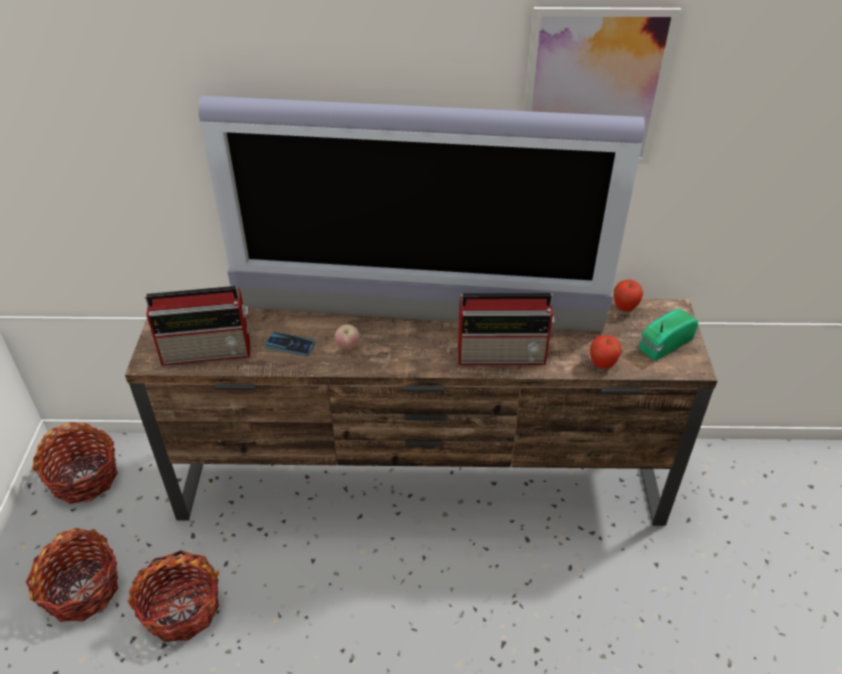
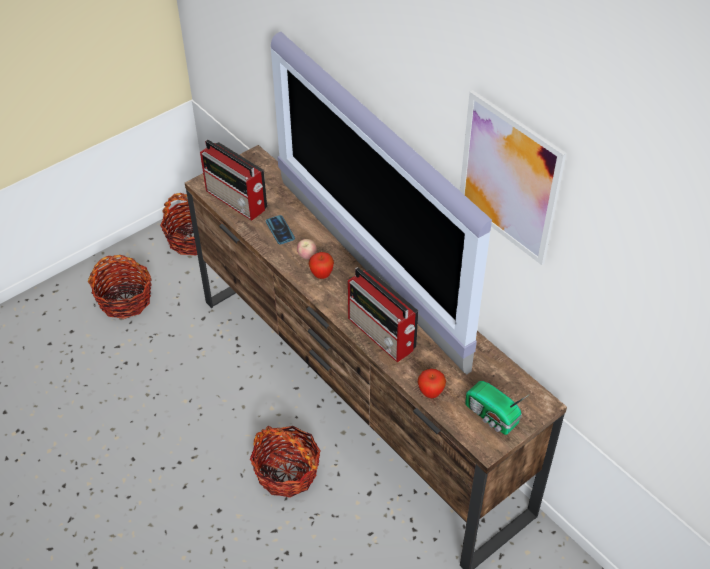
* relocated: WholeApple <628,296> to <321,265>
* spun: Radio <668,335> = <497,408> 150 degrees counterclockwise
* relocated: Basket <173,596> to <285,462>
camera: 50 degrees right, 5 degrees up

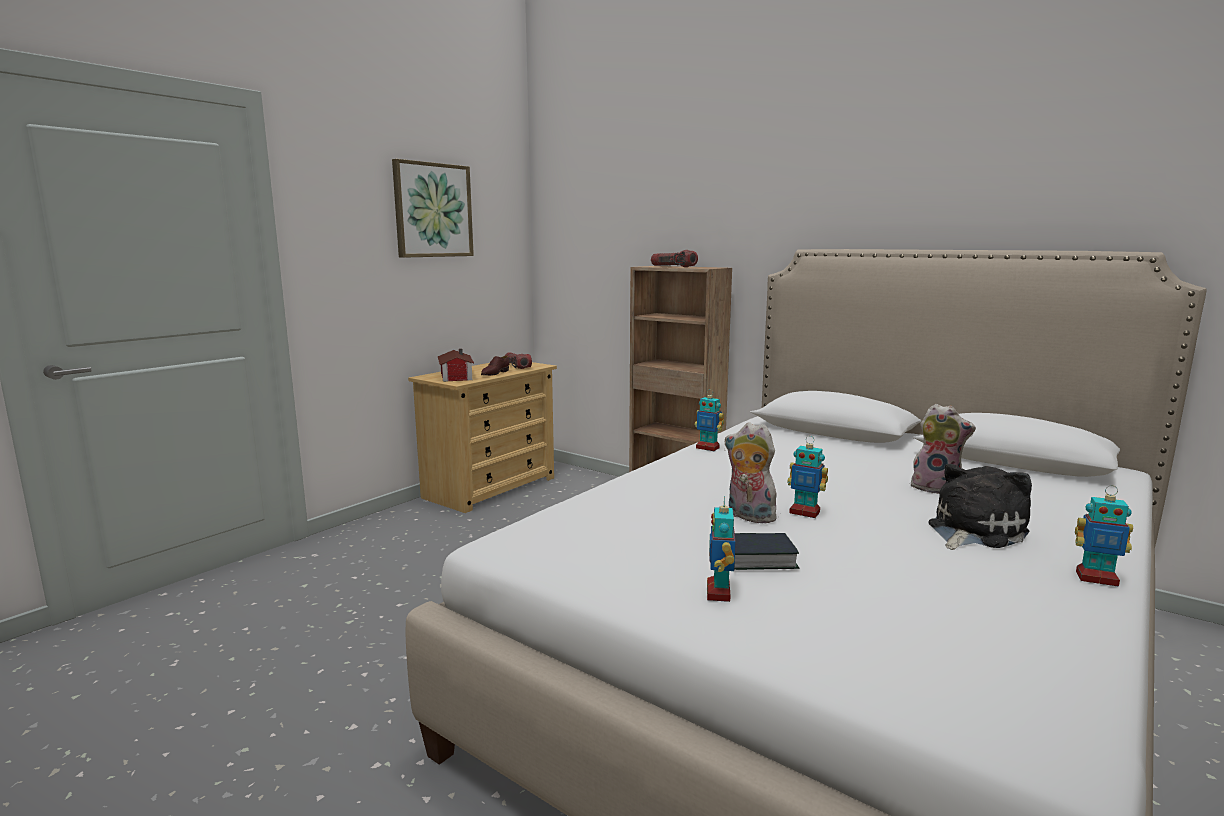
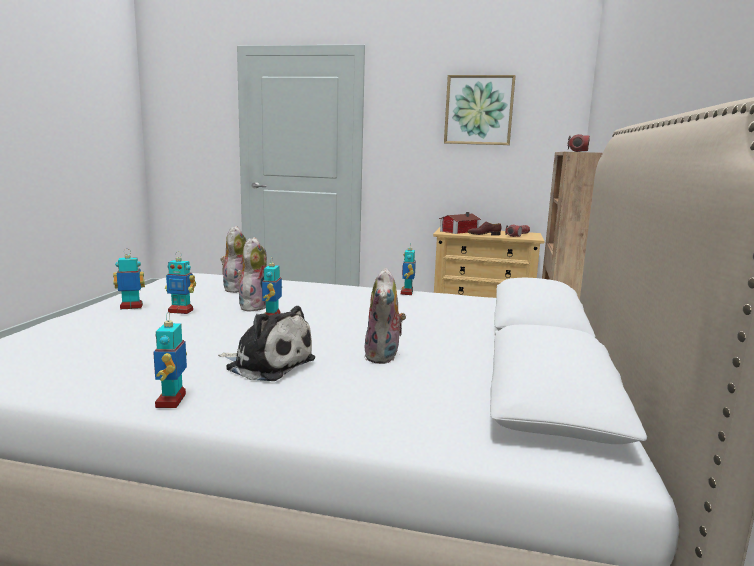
* exchanged: Book <766,551> to ModelRobot <180,282>
* appeared: PlushToy <233,259>
camera: 65 degrees right, 0 degrees up

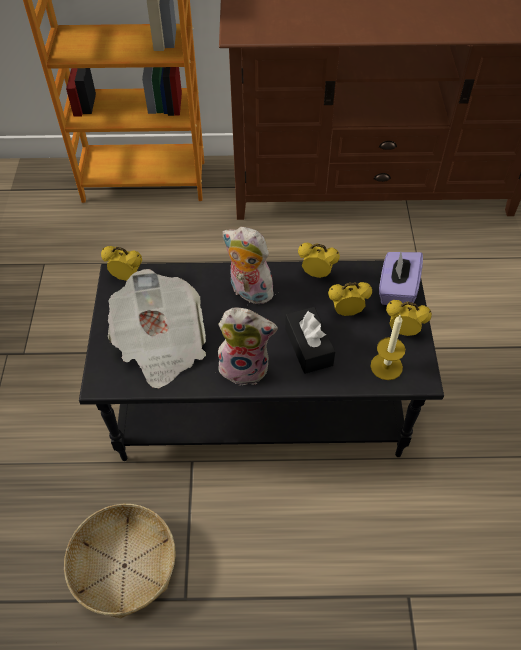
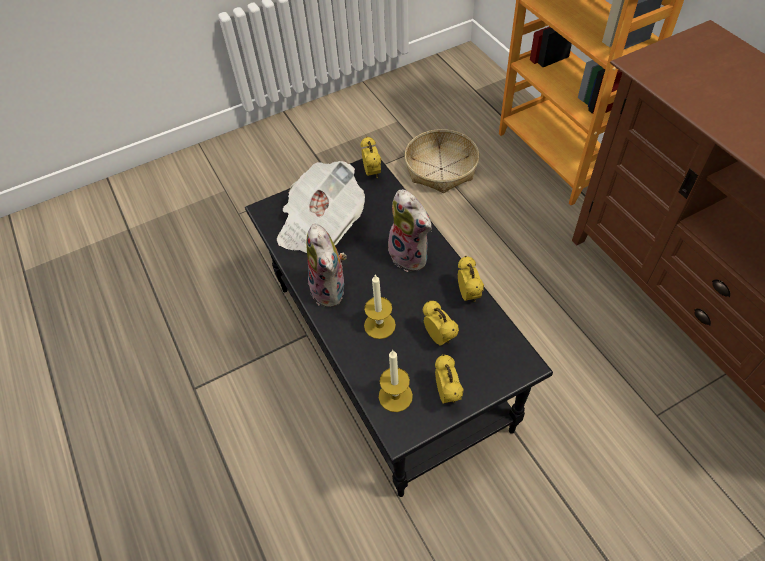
* spun: PlushToy <248,265> = <410,230> 135 degrees clockwise
* missing: PurpleTissueBox <401,278>
* exchanged: BlackTissueBox <310,340> to Candle <380,307>
* relocated: Basket <120,561> to <441,161>
camera: 65 degrees right, 0 degrees up

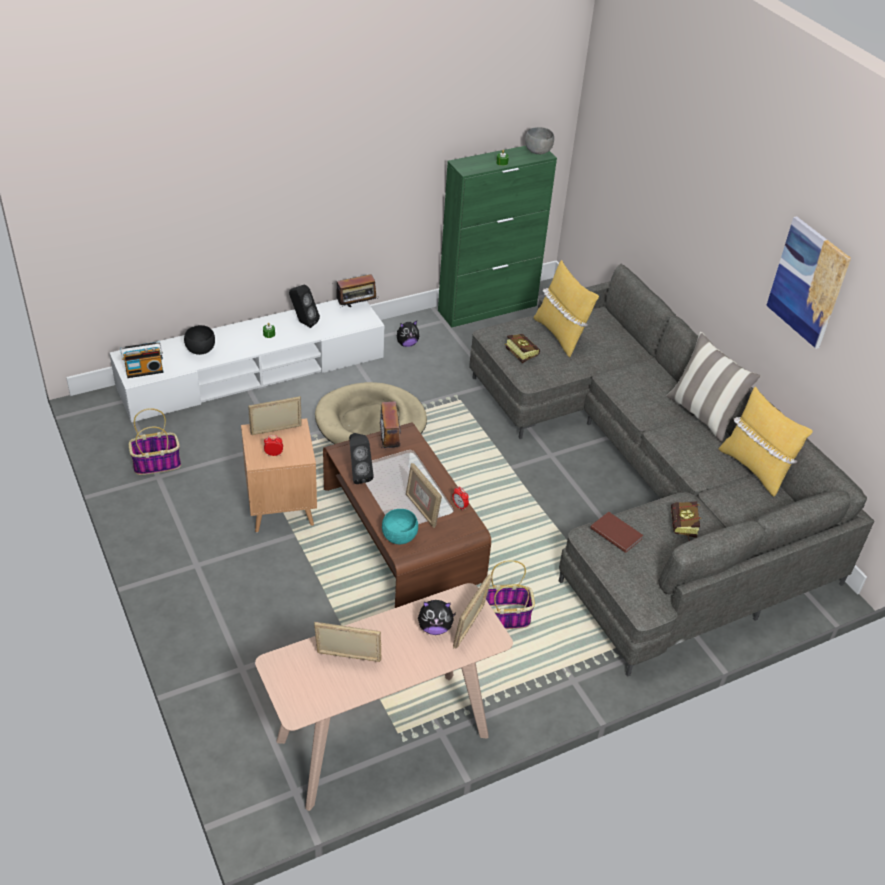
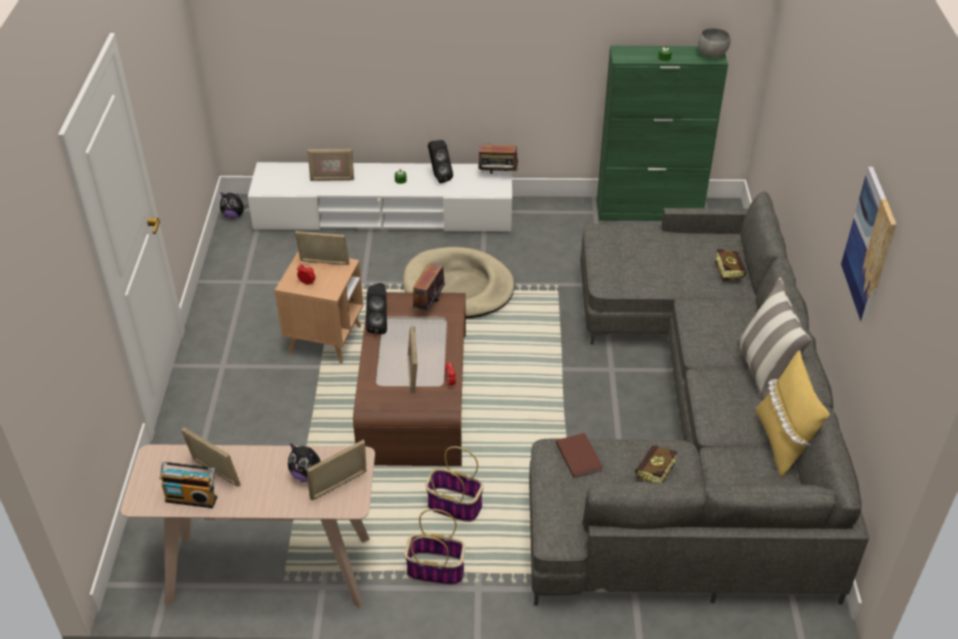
* missing: YellowishPillow <566,308>
* relocated: PlushToy <408,334> to <233,205>
* exchanged: BlackDeepDish <199,340> to StandingFrame <330,165>
* relocated: Book <522,348> to <730,265>
* relocated: Radio <142,360> to <188,485>
* relocated: Basket <155,441> to <434,547>
* missing: TurquoiseDeepDish <400,527>
camera: 30 degrees right, 0 degrees up

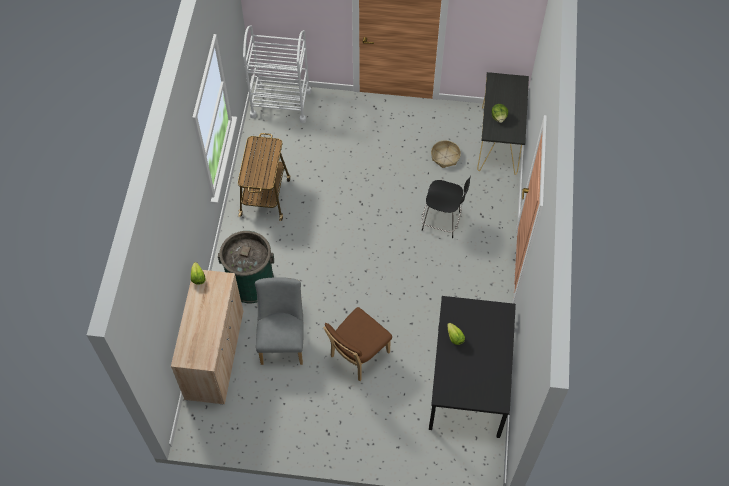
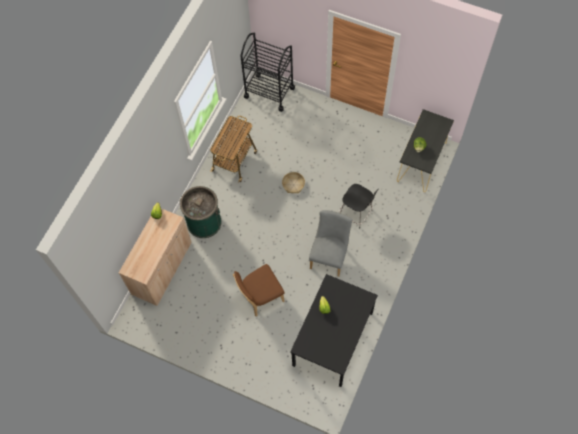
* colour: WhiteColouredCart <277,74> to BlackCart <267,72>
* relocated: Basket <446,154> to <293,182>
* relocated: GreyChair <279,321> to <330,243>
camera: 20 degrees right, 5 degrees up

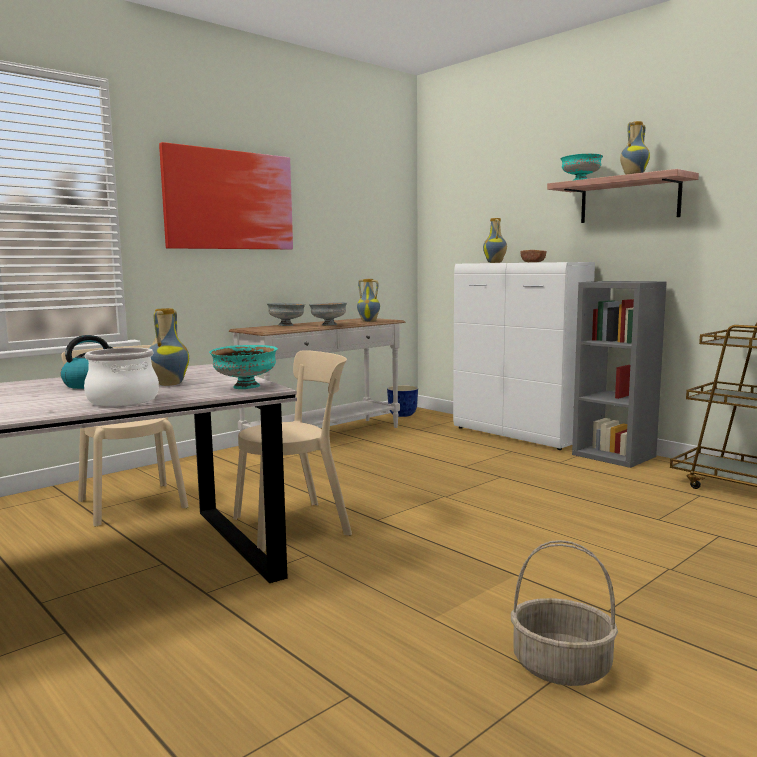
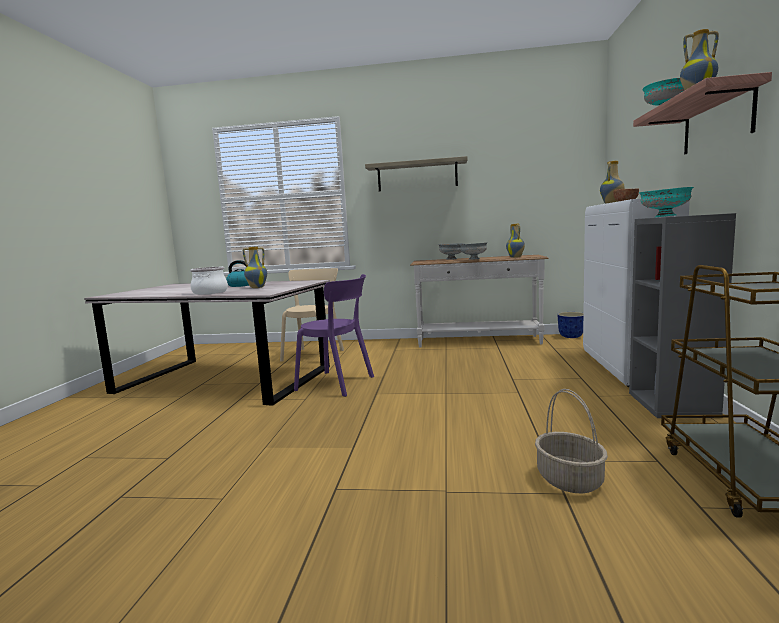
* exchanged: WallArt <226,195> to Shelf <416,173>
* relocated: TurquoiseDeepDish <243,367> to <666,202>
* colour: BeigeColouredChair <292,451> to PurpleChair <334,335>
* relocated: Basket <564,613> to <571,441>
camera: 50 degrees right, 0 degrees up

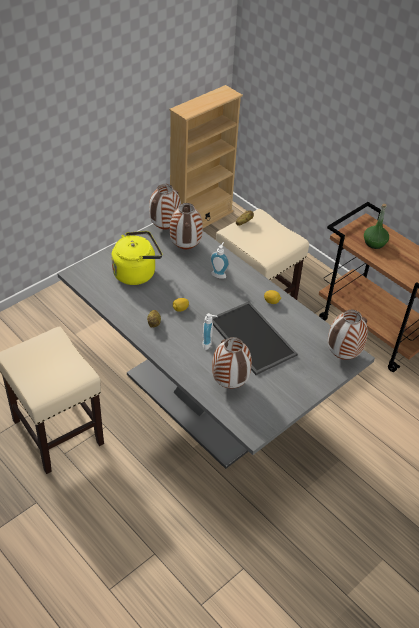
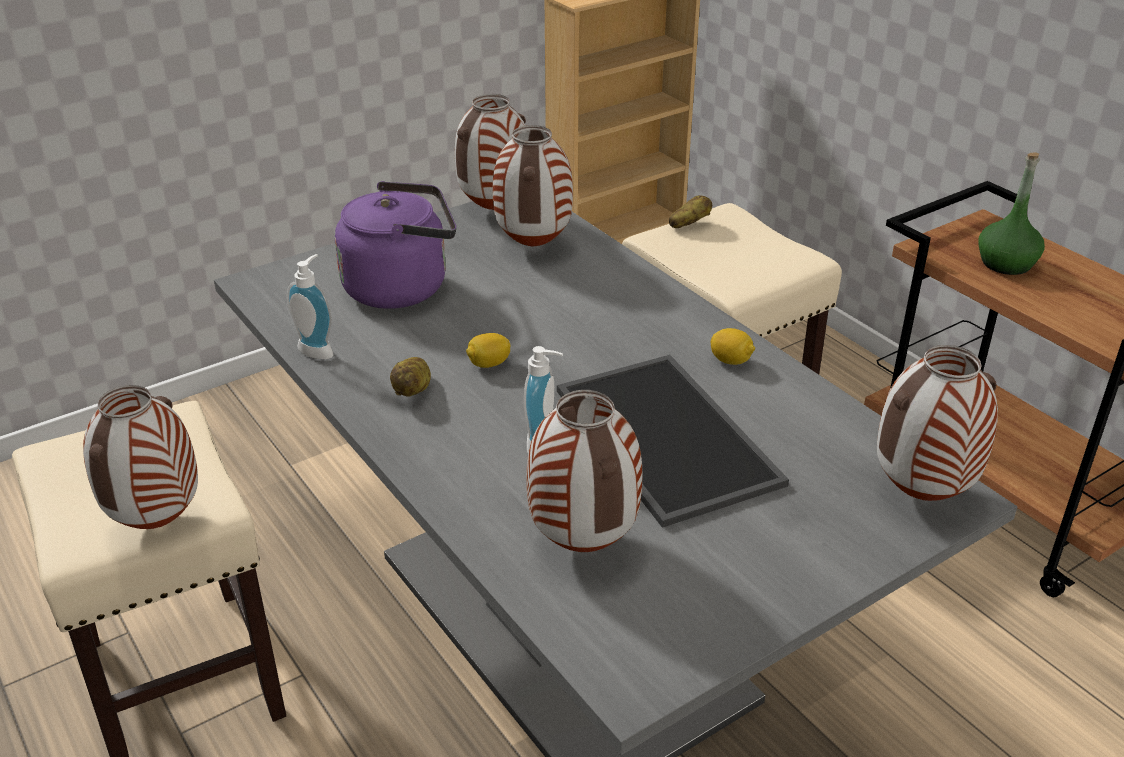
* colour: YellowishTeaKettle <136,258> to PurpleTeaKettle <395,245>
* relocated: SoapDispenser <219,260> to <310,306>
* appeared: Vase <140,457>
camera: 10 degrees right, 10 degrees down

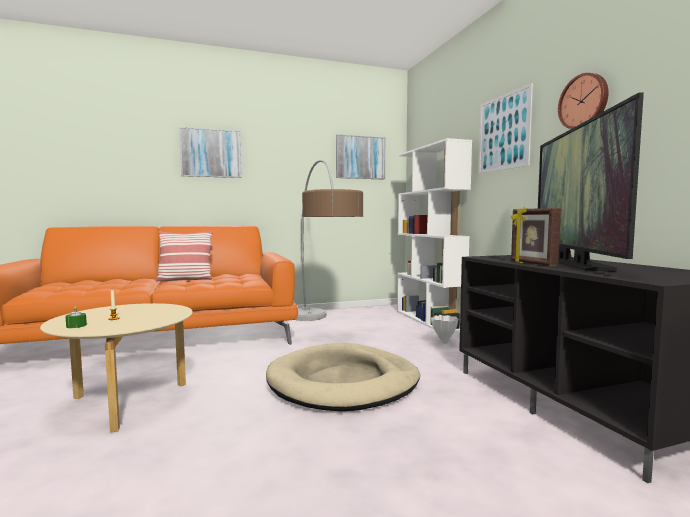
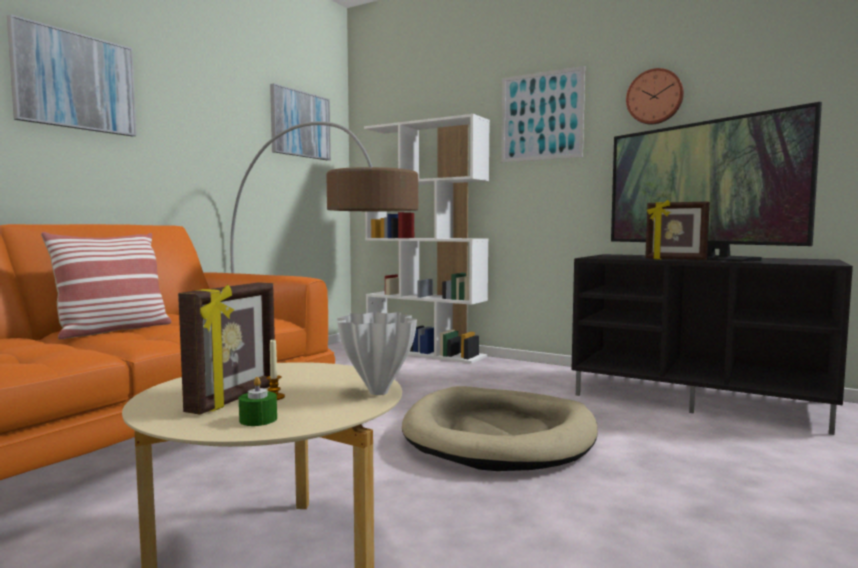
* relocated: WhiteColouredVase <444,329> to <377,353>
* appeared: StandingFrame <226,348>
camera: 40 degrees left, 0 degrees up

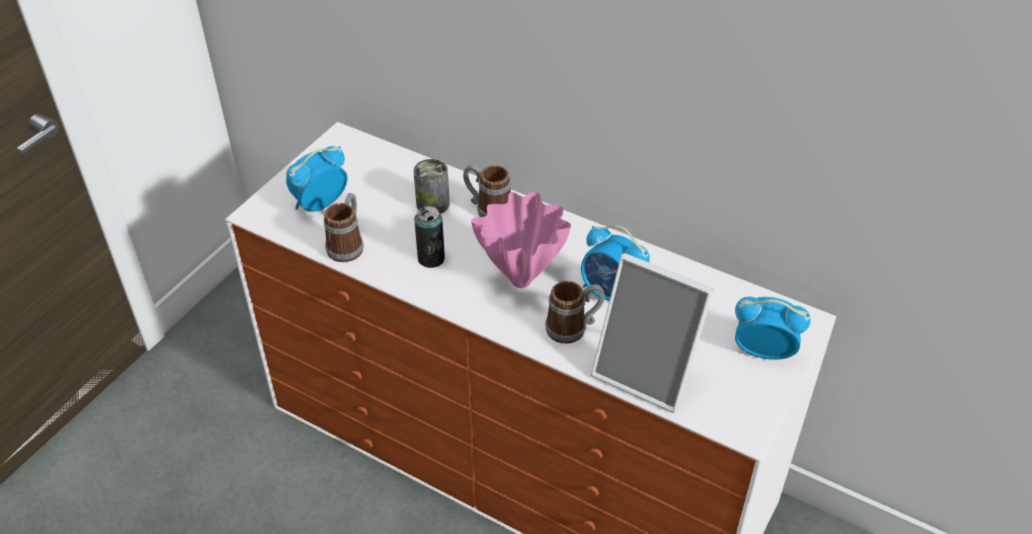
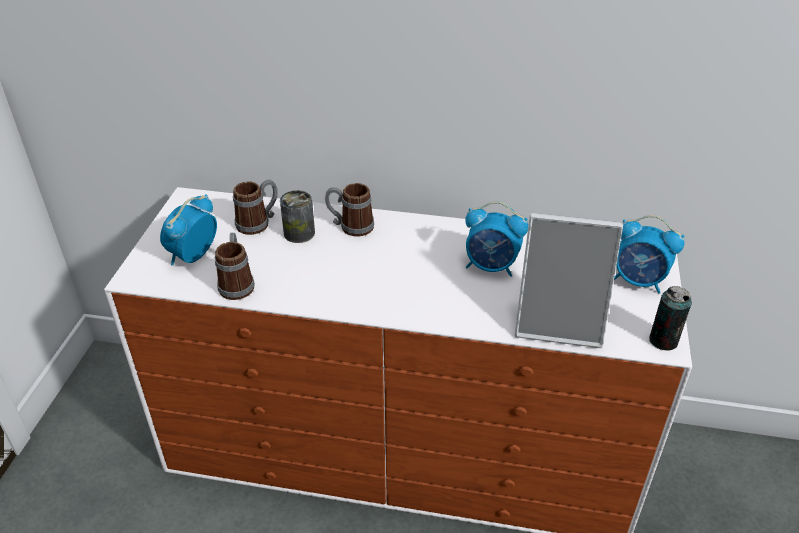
* missing: PinkishVase <521,240>
* relocated: SealedCan <429,237> to <670,318>
* relocated: TeaMug <575,312> to <255,207>
* spun: TableClock <773,328> = <649,254> 150 degrees counterclockwise
camera: 20 degrees left, 5 degrees down

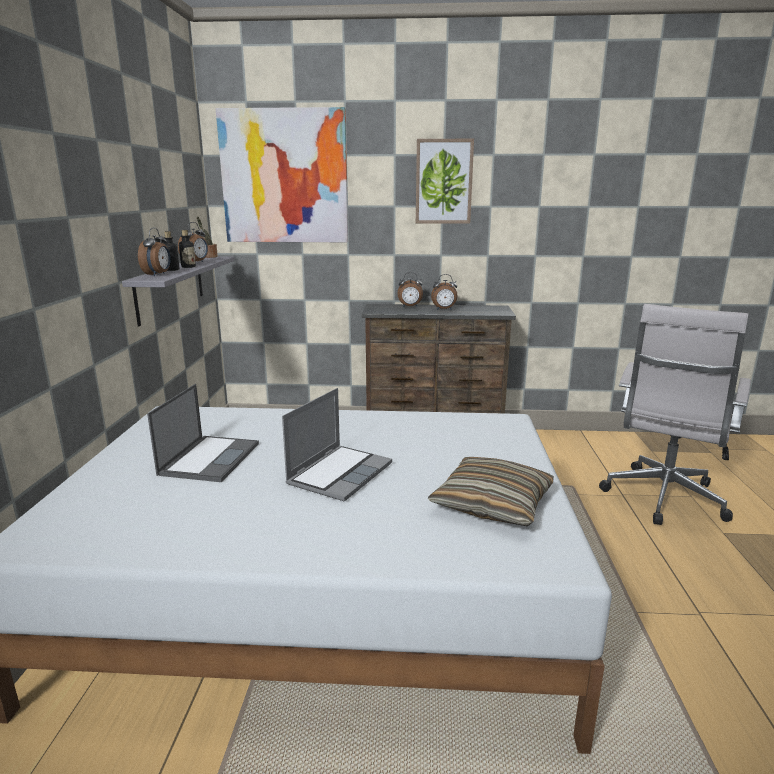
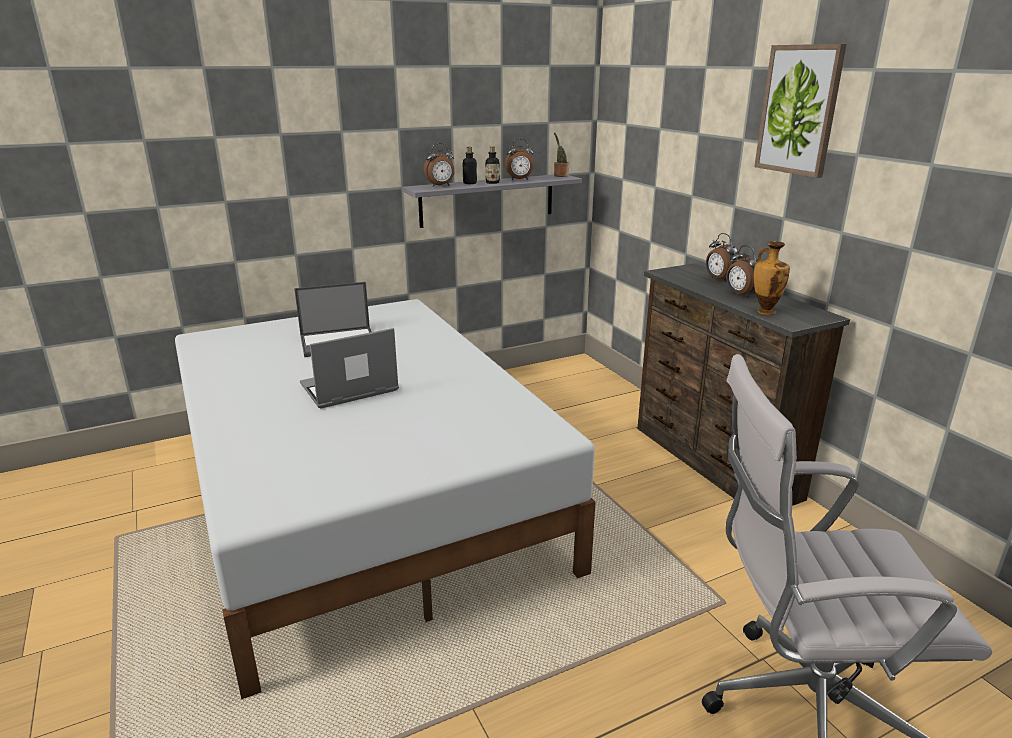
* missing: WallArt <282,174>
* spun: NotebookComputer <337,445> = <349,368> 150 degrees clockwise
* missing: Pillow <491,492>
* appeared: Vase <772,278>
camera: 60 degrees right, 5 degrees up

